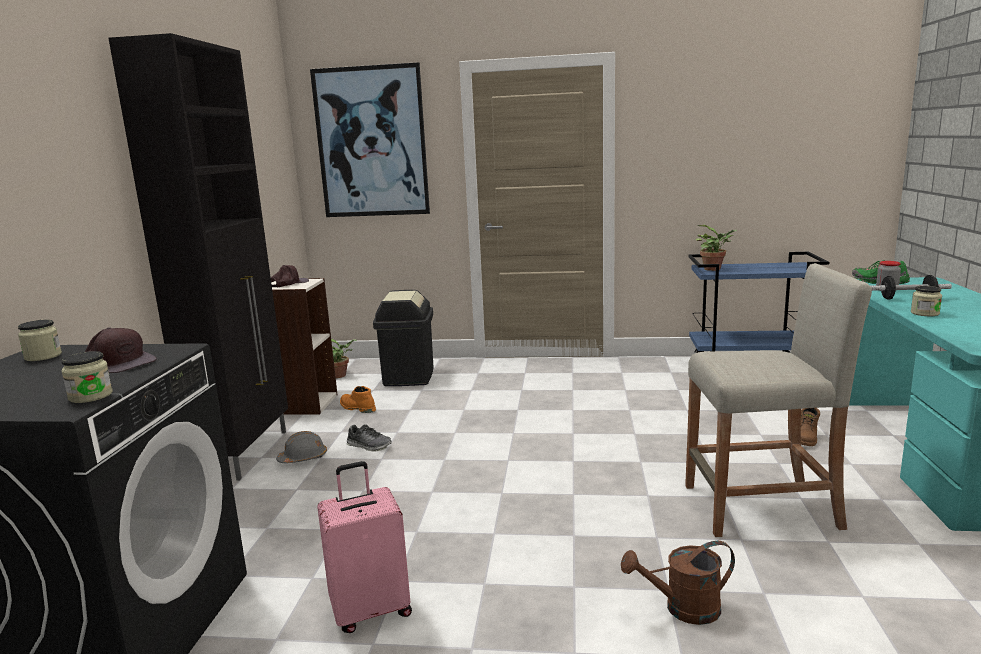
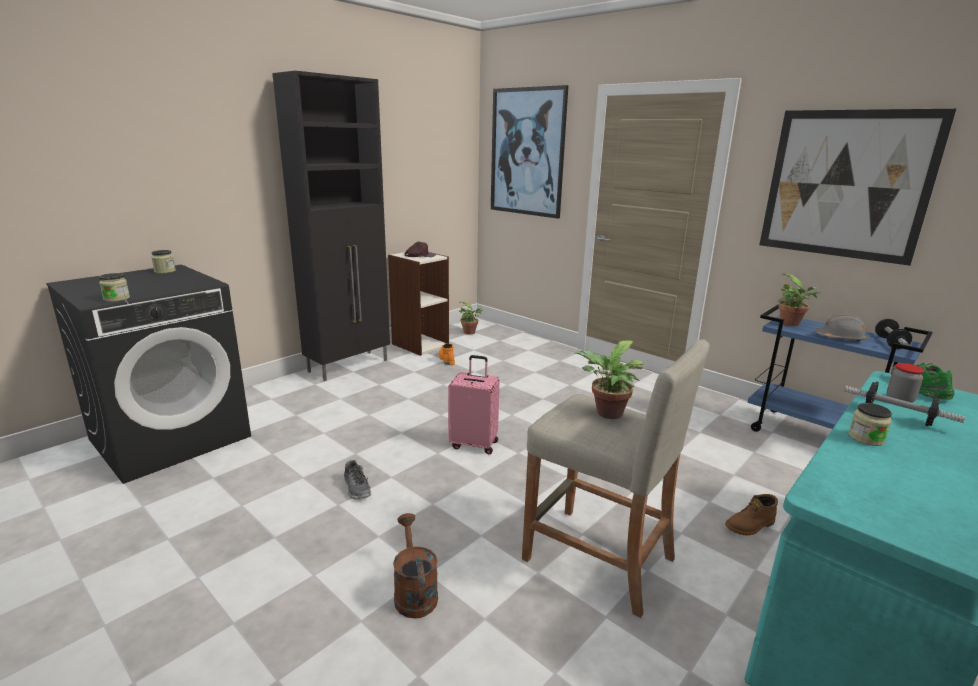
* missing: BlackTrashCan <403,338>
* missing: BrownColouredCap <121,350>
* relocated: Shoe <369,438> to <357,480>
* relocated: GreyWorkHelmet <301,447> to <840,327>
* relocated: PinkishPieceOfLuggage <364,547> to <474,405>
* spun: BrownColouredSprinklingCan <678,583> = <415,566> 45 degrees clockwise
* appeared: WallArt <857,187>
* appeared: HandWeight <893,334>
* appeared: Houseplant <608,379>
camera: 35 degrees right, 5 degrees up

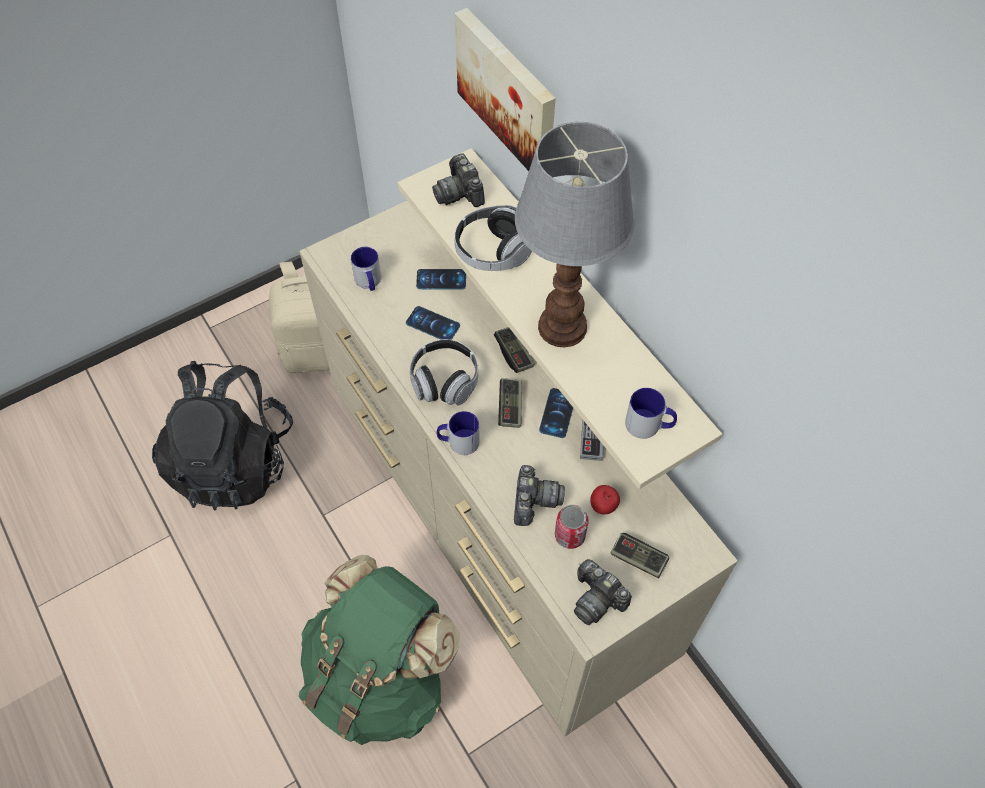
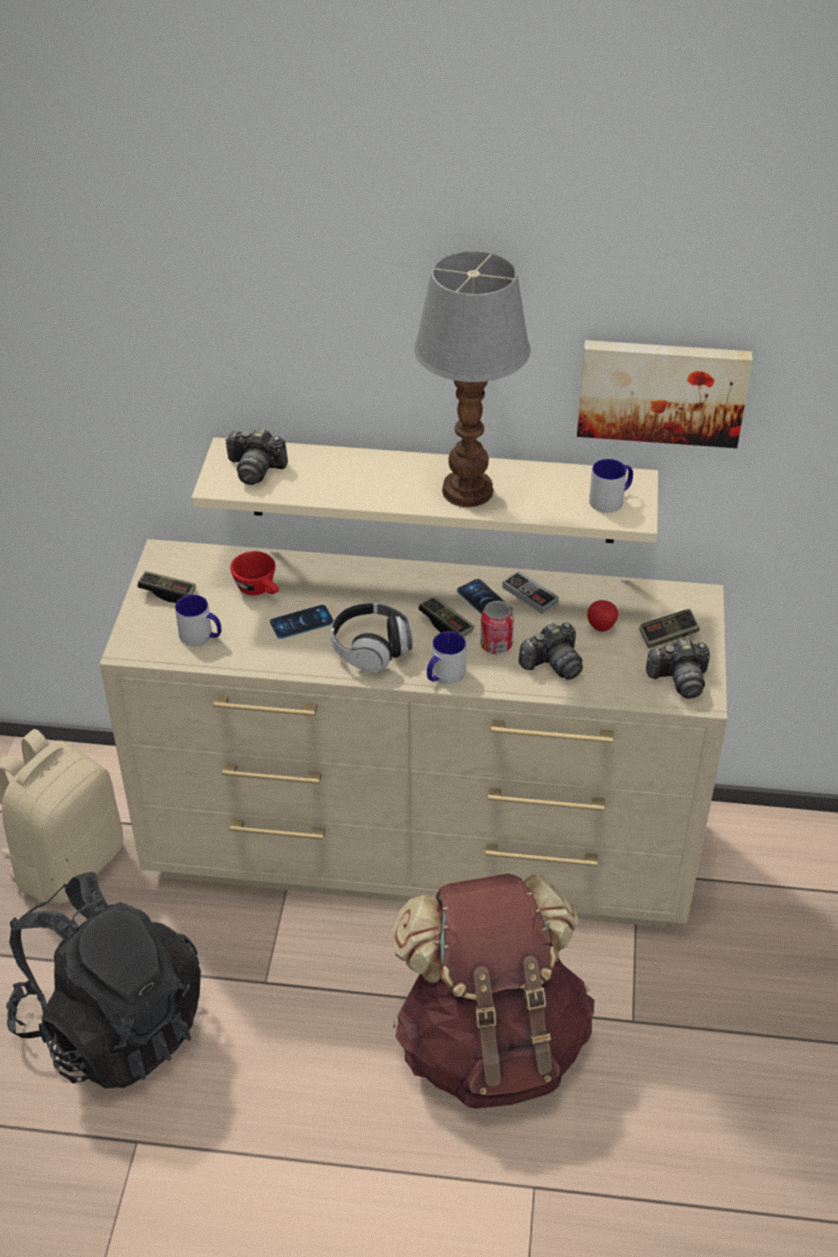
* relocated: WallArt <505,89> to <665,394>
* missing: PairOfHeadphones <493,238>
* exchanged: Phone <441,279> to RedColouredDrinkingCup <254,573>
* relocated: Joypad <514,350> to <166,587>
* spun: StillCamera <539,495> = <551,651> 105 degrees clockwise
* relocated: SealedCan <572,527> to <497,627>
* colour: GreenishKnapsack <379,650> to BrownColouredKnapsack <493,991>
camera: 50 degrees left, 15 degrees down

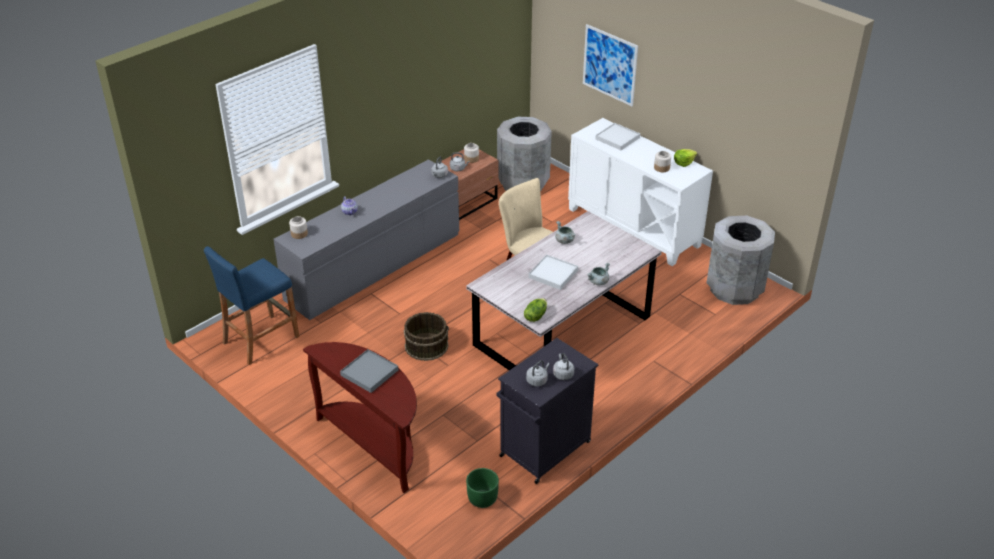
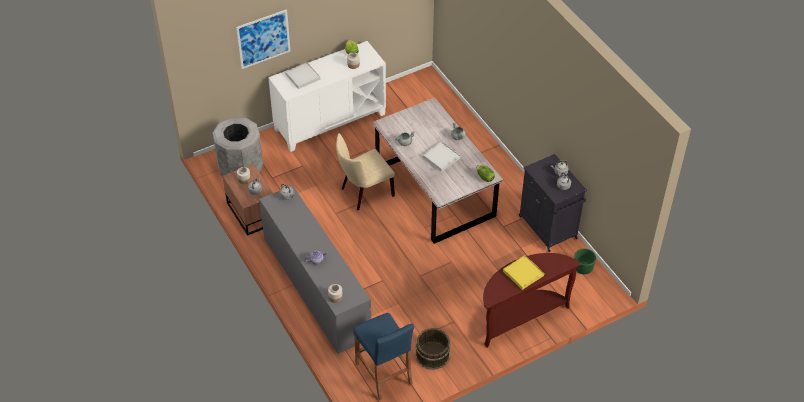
* missing: GreyTrashCan <740,260>
* relocated: BrownColouredWaterBucket <426,336> to <433,349>
* colour: GreyTray <369,371> to YellowishTray <523,272>
camera: 75 degrees left, 10 degrees up

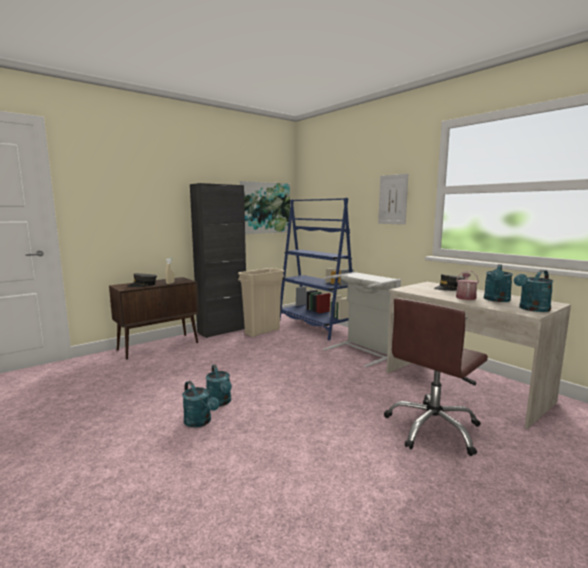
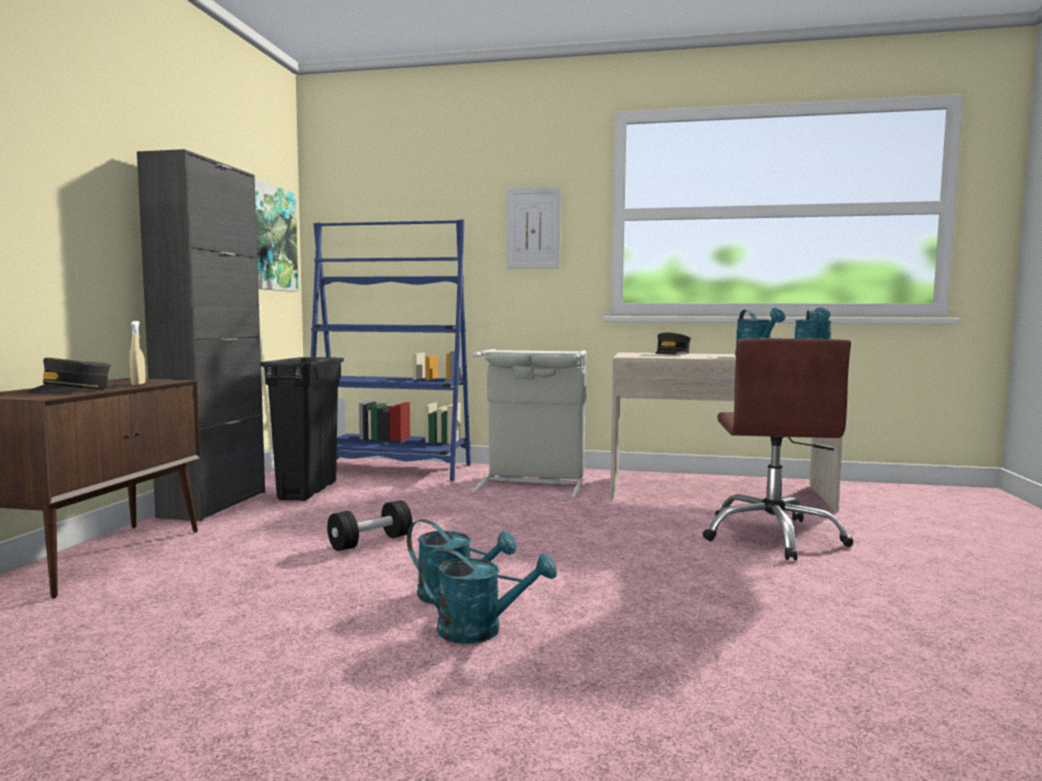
* colour: BeigeColouredTrashCan <261,302> to BlackTrashCan <302,429>
* missing: SprinklingCan <467,285>
* appeared: BlackHandWeight <369,525>
camera: 40 degrees left, 5 degrees down

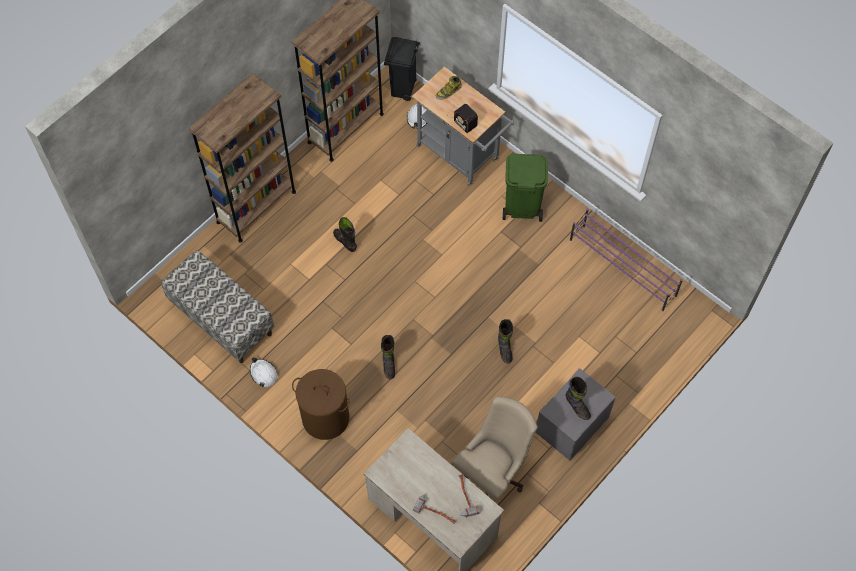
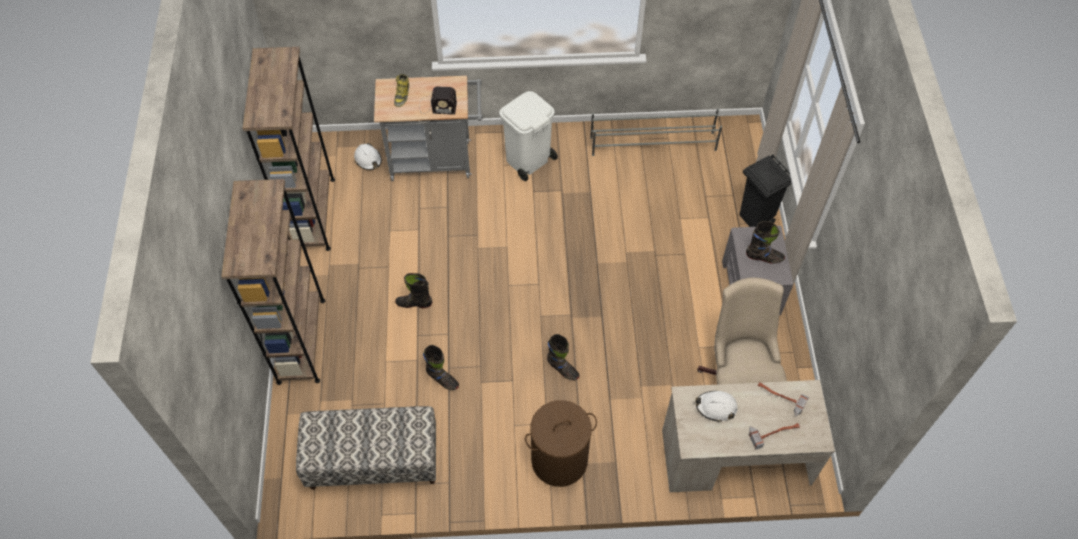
* relocated: BlackTrashCan <402,69> to <765,190>
* colour: GreenishTrashCan <525,188> to WhiteColouredTrashCan <528,136>
* colour: PurpleShoeShelf <626,259> to GreyShoeShelf <656,132>
* relocated: BlackTallBoot <505,341> to <441,367>
* relocated: WhiteColouredWorkHelmet <263,372> to <716,406>
camera: 45 degrees left, 5 degrees down

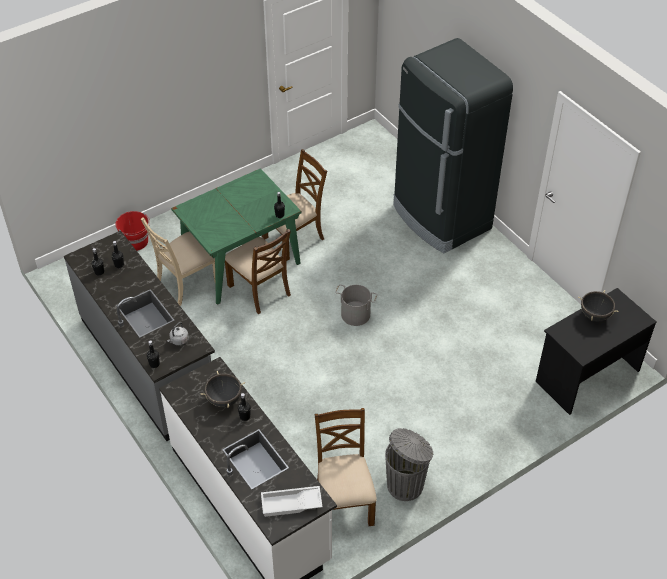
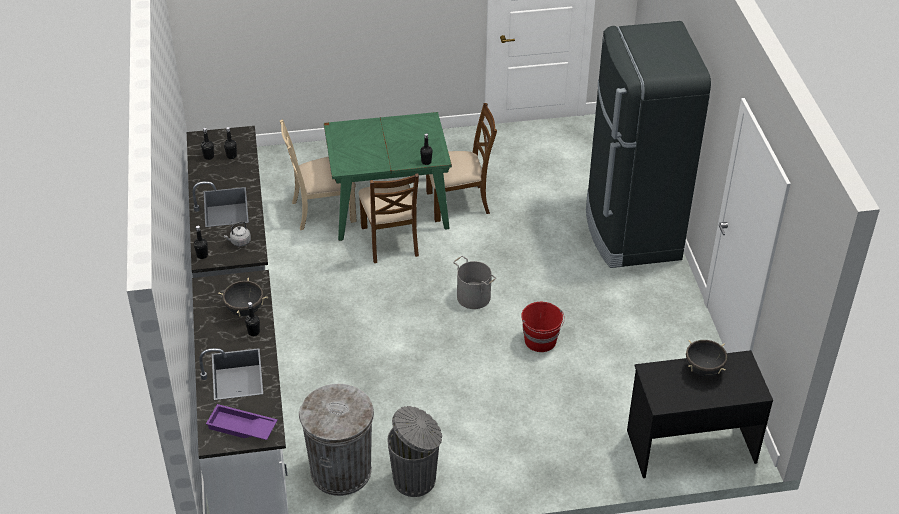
* relocated: RedColouredWaterBucket <133,231> to <543,327>
* exchanged: BrownColouredChair <346,467> to GreyTrashCan <336,440>
* colour: WhiteColouredTray <292,501> to PurpleTray <242,422>
camera: 25 degrees right, 5 degrees down

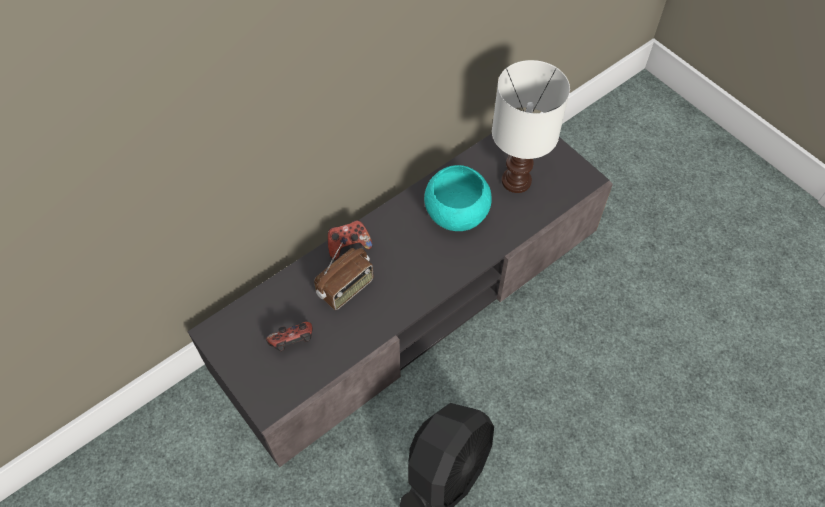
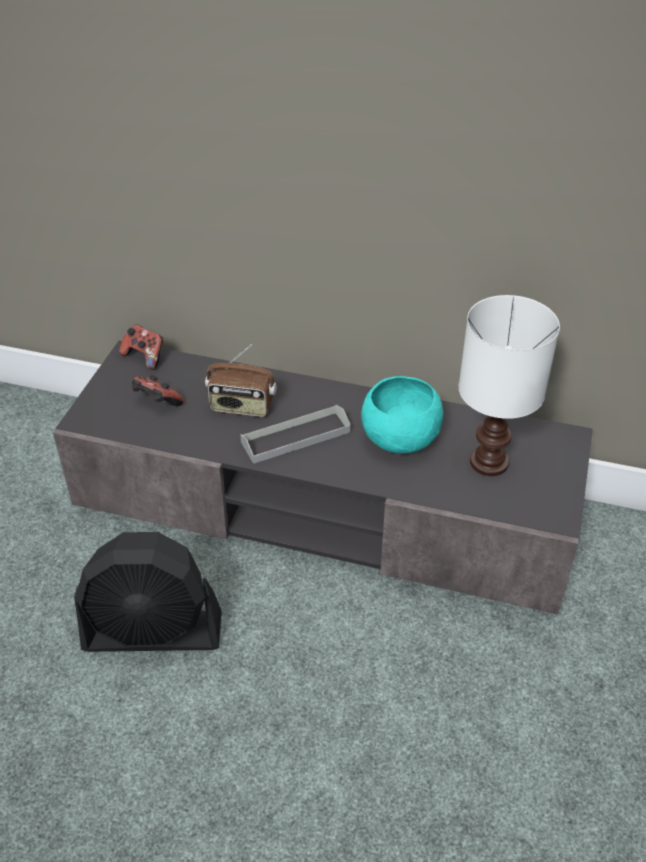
* relocated: Joypad <350,240> to <141,347>
* appeared: GreyTray <295,434>
camera: 55 degrees right, 15 degrees down

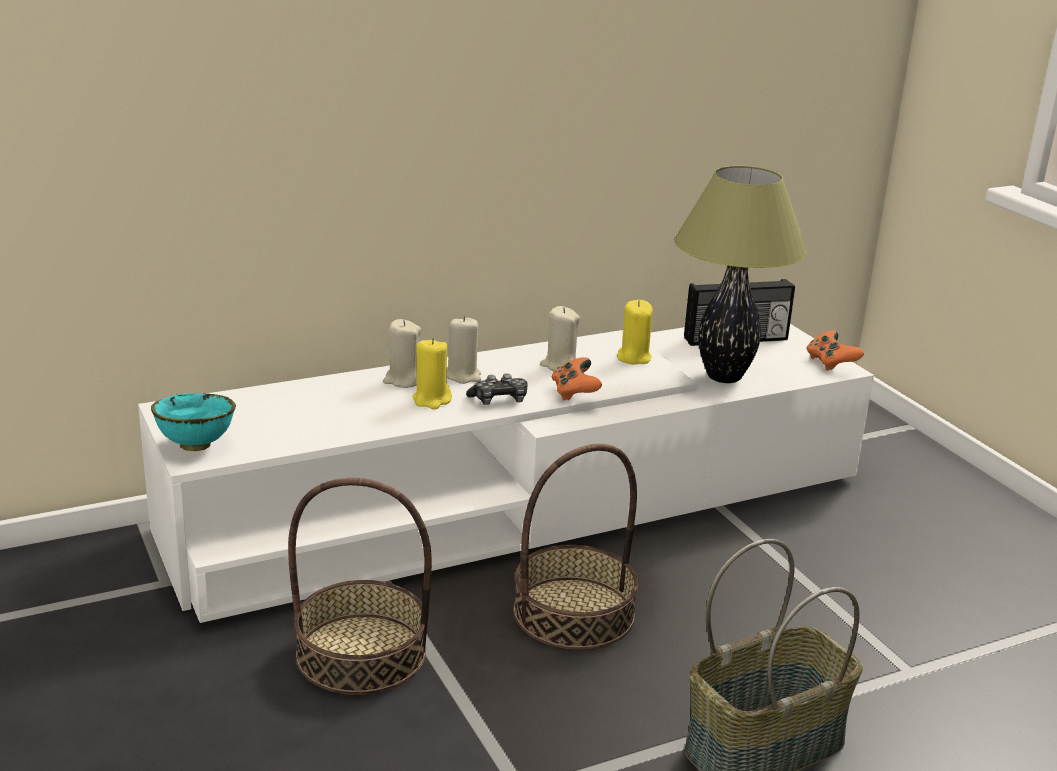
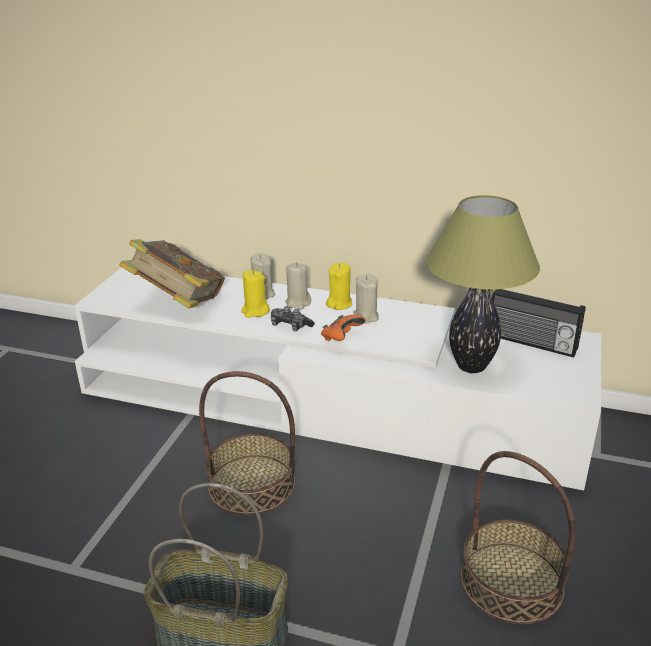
* relocated: YellowishCandle <635,332> to <339,286>
* missing: OrangeJoypad <835,350>
* missing: TurquoiseDeepDish <193,422>
* relocated: Basket <360,586> to <518,537>
* appeared: Book <172,274>
camera: 45 degrees right, 5 degrees up

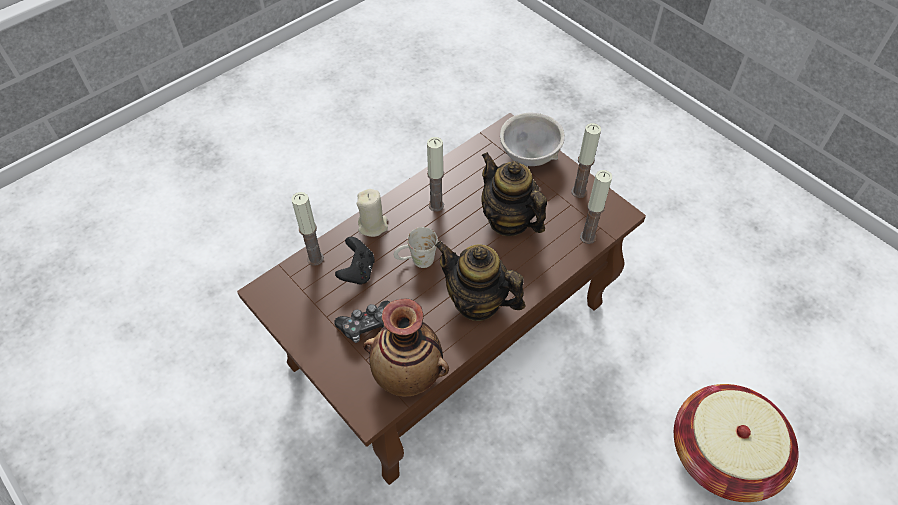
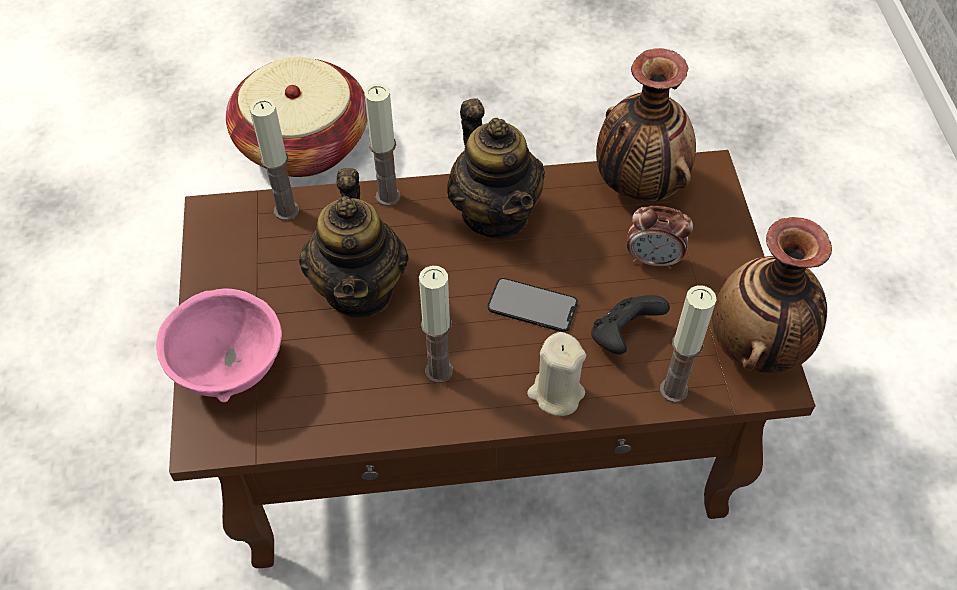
* colour: GreyDeepDish <532,139> to PinkishDeepDish <219,345>
* relocated: Candle <586,160> to <382,144>
* exchanged: WhiteColouredTeaMug <416,247> to Phone <533,305>
* exchanged: Joypad <362,322> to TableClock <660,237>
* appeared: Vase <772,295>
camera: 145 degrees left, 0 degrees up

